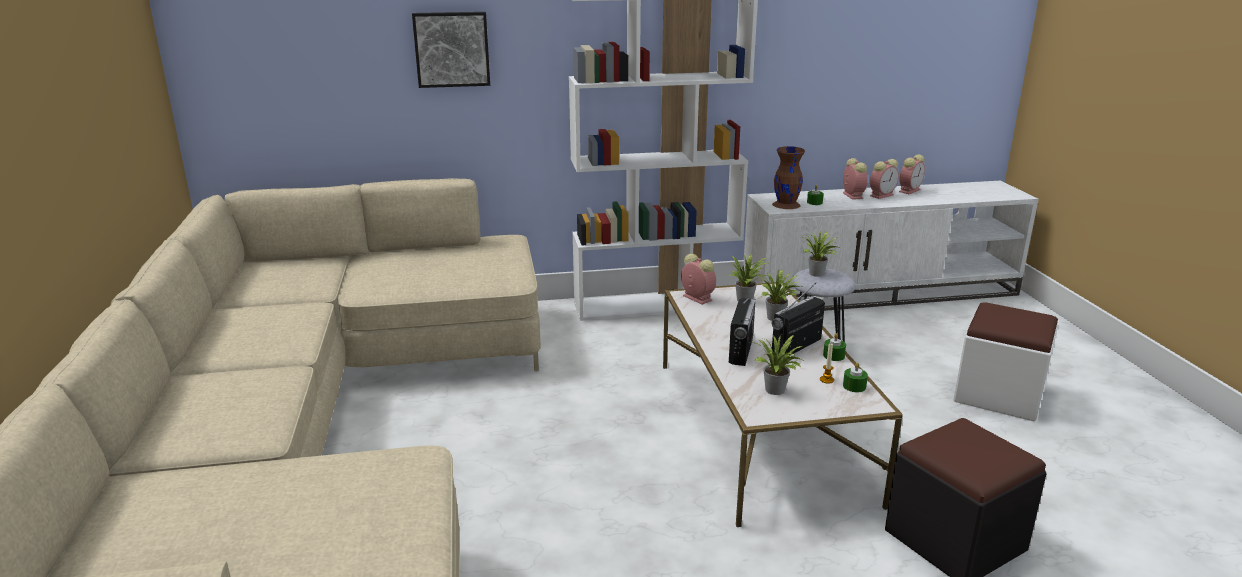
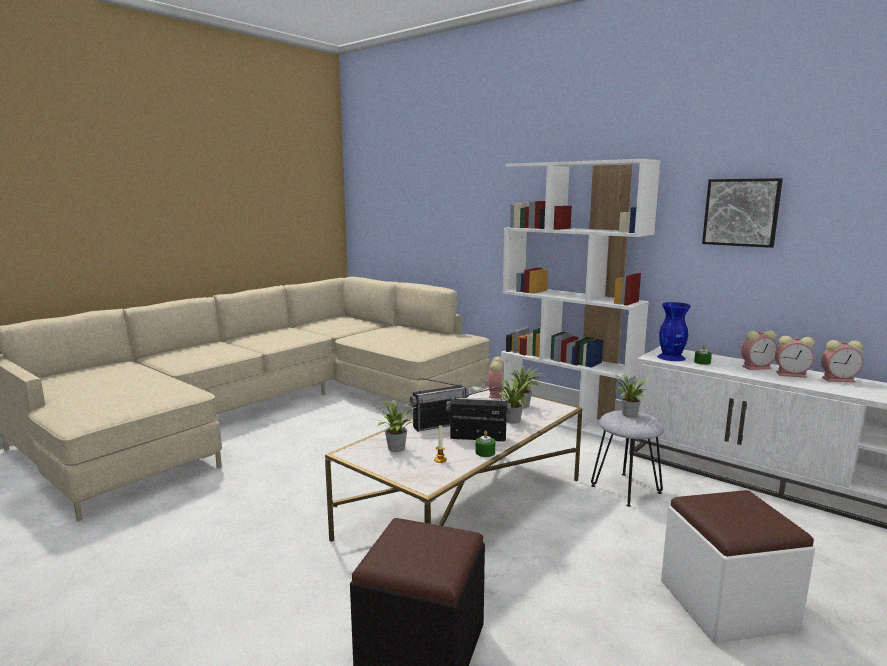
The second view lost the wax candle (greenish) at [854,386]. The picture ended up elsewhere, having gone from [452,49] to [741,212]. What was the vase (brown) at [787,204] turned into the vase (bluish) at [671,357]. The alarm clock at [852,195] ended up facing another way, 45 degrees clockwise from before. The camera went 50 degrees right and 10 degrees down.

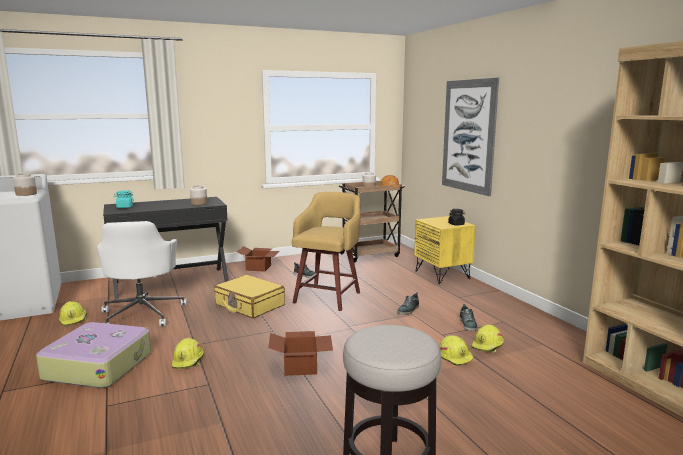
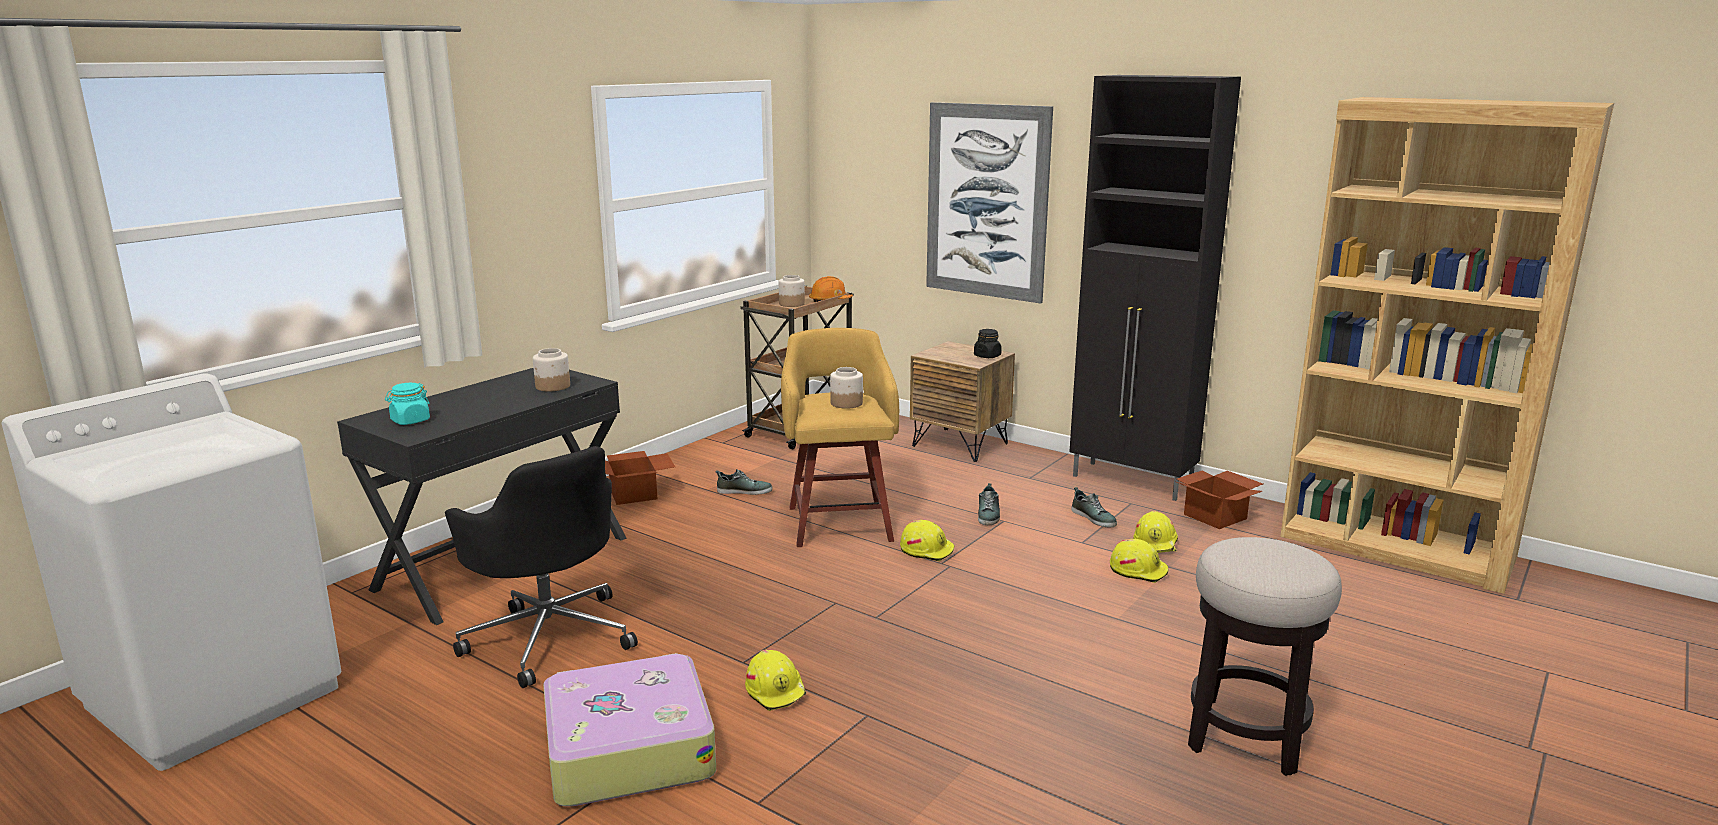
The second view lost the suitcase (yellow-coloured) at [249,305]. The second view gained the cupboard (black) at [1133,481]. The preserve jar ended up elsewhere, having gone from [26,194] to [846,403]. The hard hat (yellow-coloured) ended up elsewhere, having gone from [74,319] to [927,550]. The carton ended up elsewhere, having gone from [302,367] to [1217,516]. What was the office chair (whitish) at [143,313] turned into the office chair (black) at [549,636]. What was the nightstand (yellow-coloured) at [442,275] turned into the nightstand (brown) at [960,445]. The camera went 30 degrees left and 5 degrees up.

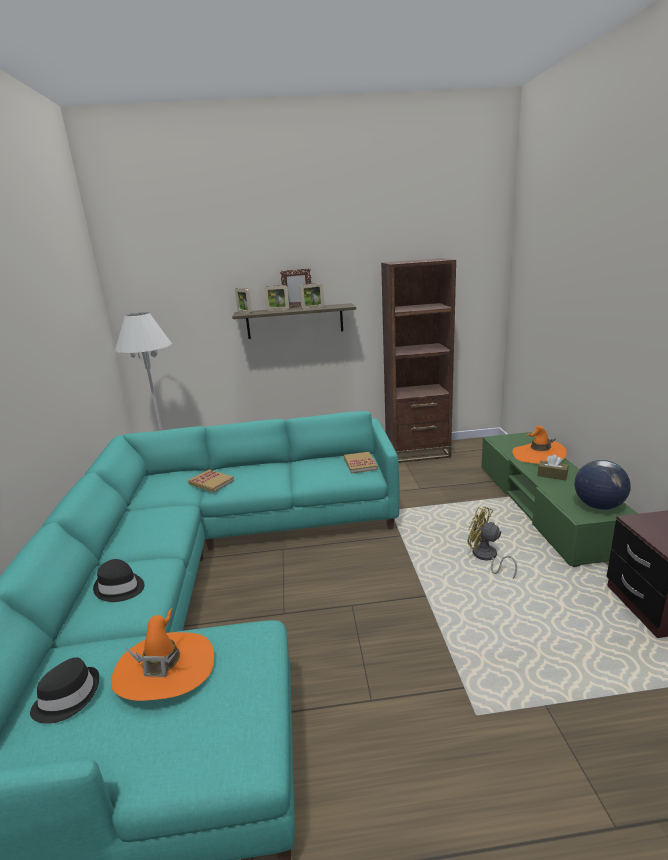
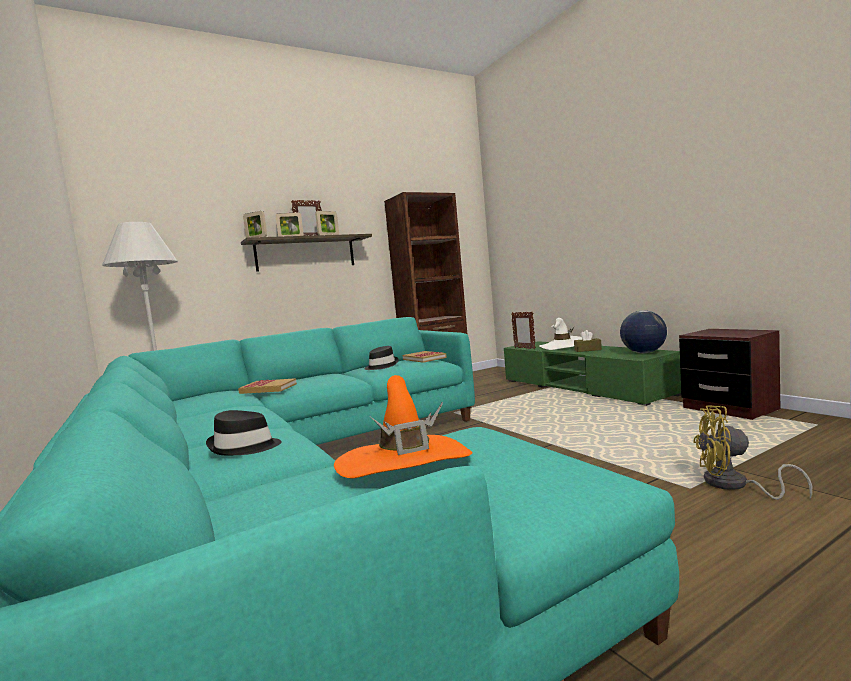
The second view gained the picture frame at [524,348]. The wearable hat (black) ended up elsewhere, having gone from [68,697] to [381,366]. The electric fan (yellow-coloured) ended up elsewhere, having gone from [486,557] to [734,485]. What was the wearable hat (orange-coloured) at [538,455] turned into the wearable hat (whitish) at [562,346]. The camera went 25 degrees left and 15 degrees down.

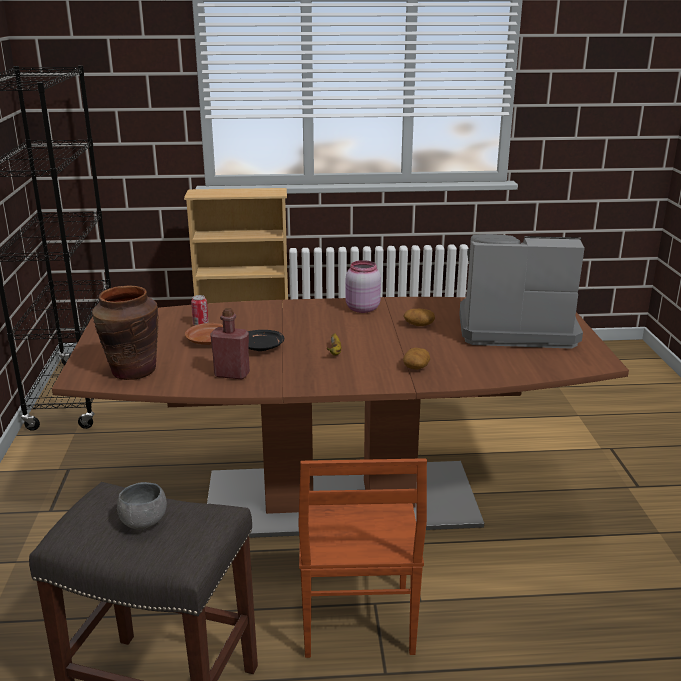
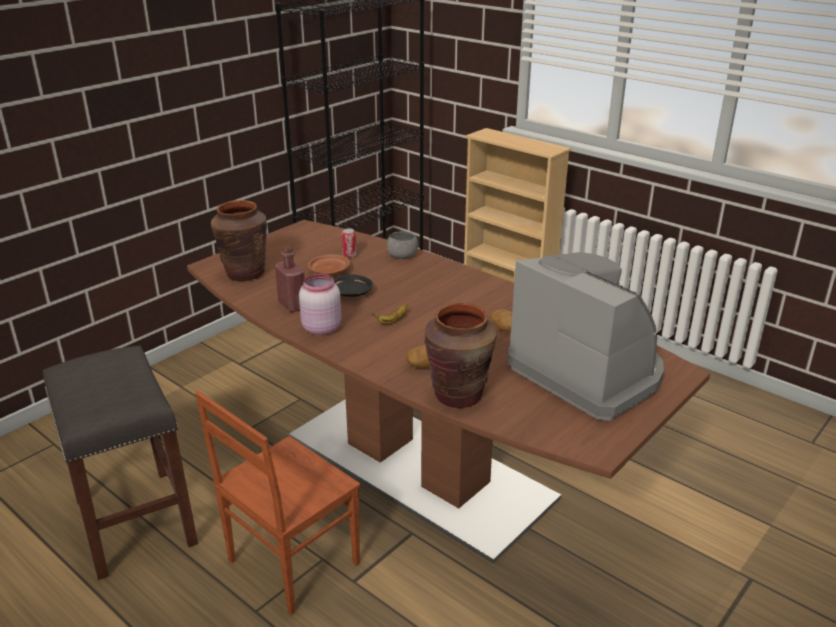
The second view gained the vase (brown) at [458,395]. The serving bowl (greyish) ended up elsewhere, having gone from [144,522] to [402,256]. The preserve jar (pinkish) ended up elsewhere, having gone from [361,309] to [320,328]. The camera went 45 degrees right and 5 degrees up.

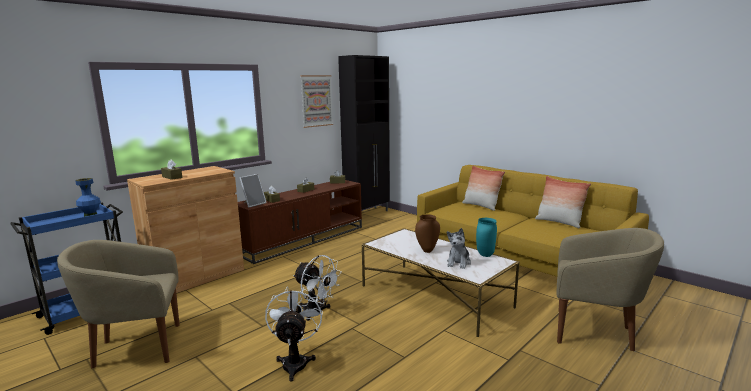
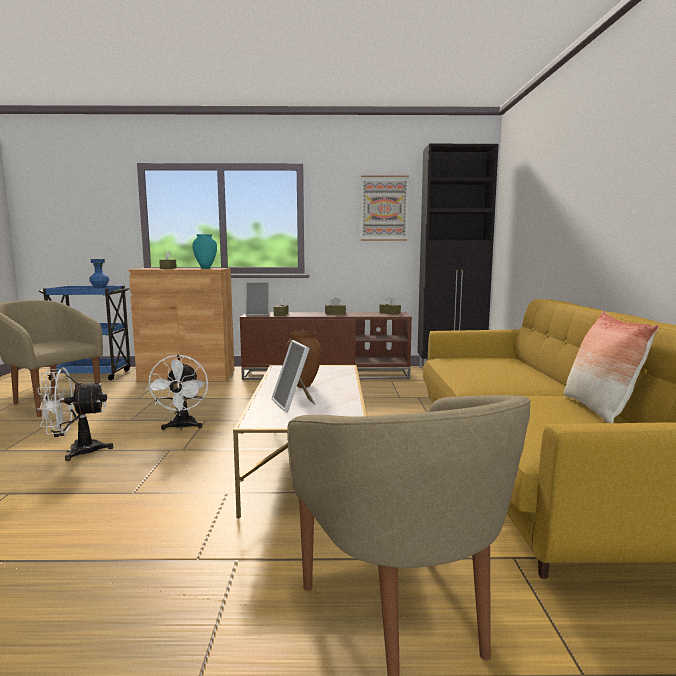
The second view lost the throw pillow at [481,206]. The vase (blue-green) ended up elsewhere, having gone from [484,255] to [206,268]. Where the soft toy stood at [458,262], the picture frame came to stand at [293,404]. The electric fan (whitish) at [295,361] ended up facing another way, 150 degrees counterclockwise from before. The camera went 45 degrees right and 5 degrees down.

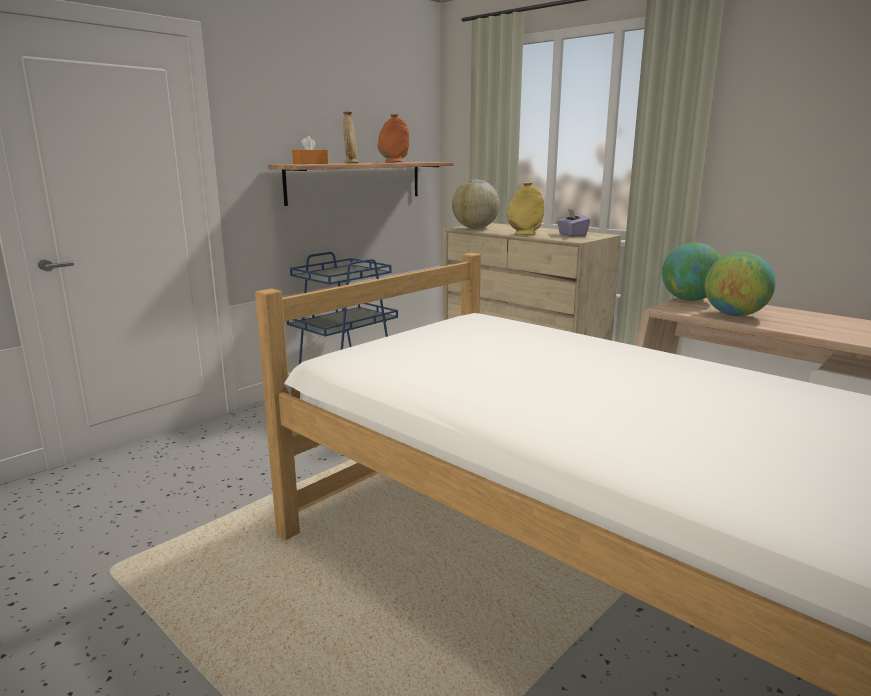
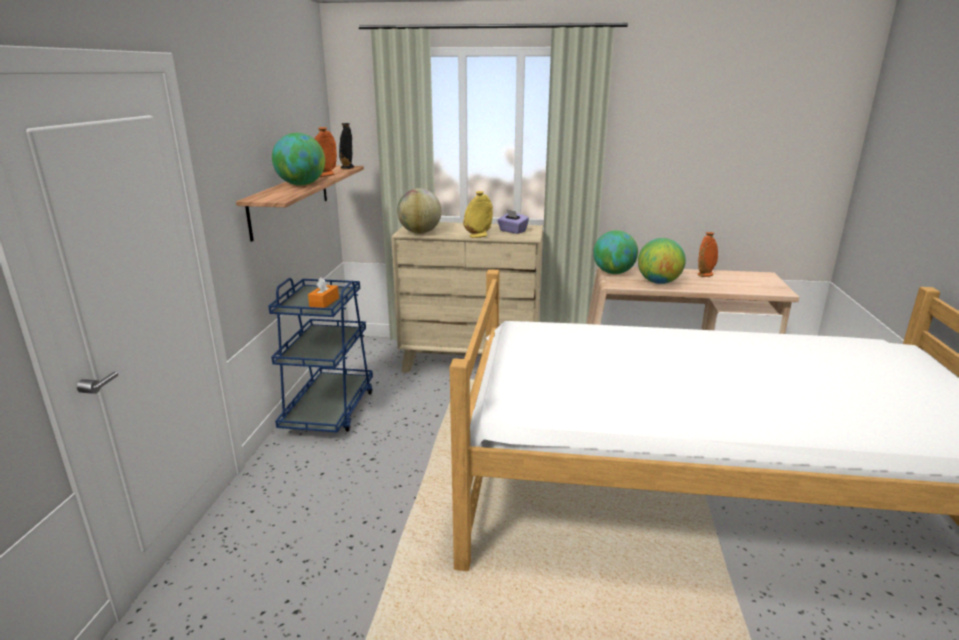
The second view gained the vase (black) at [347,168]. The second view gained the vase (orange-coloured) at [705,275]. The box of tissues (orange-coloured) ended up elsewhere, having gone from [310,163] to [324,302]. Where the vase (beige-coloured) stood at [351,163], the globe came to stand at [301,185]. The camera went 35 degrees left and 5 degrees up.

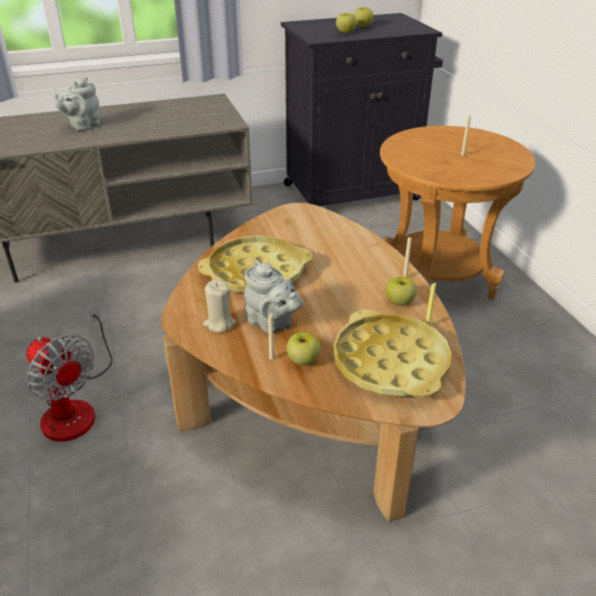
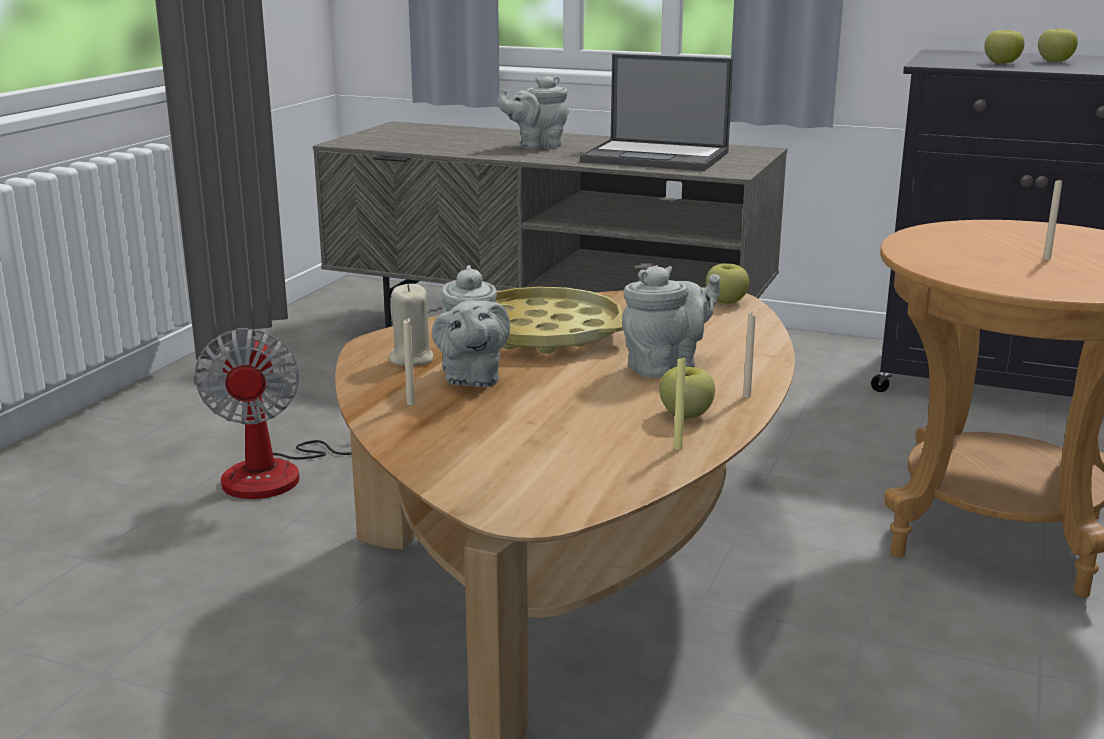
The second view lost the serving tray (yellow-coloured) at [390,362]. The second view gained the portable computer at [657,157]. The second view gained the pot for tea (greyish) at [666,366]. The apple ended up elsewhere, having gone from [303,360] to [726,301]. The camera went 40 degrees right and 15 degrees down.

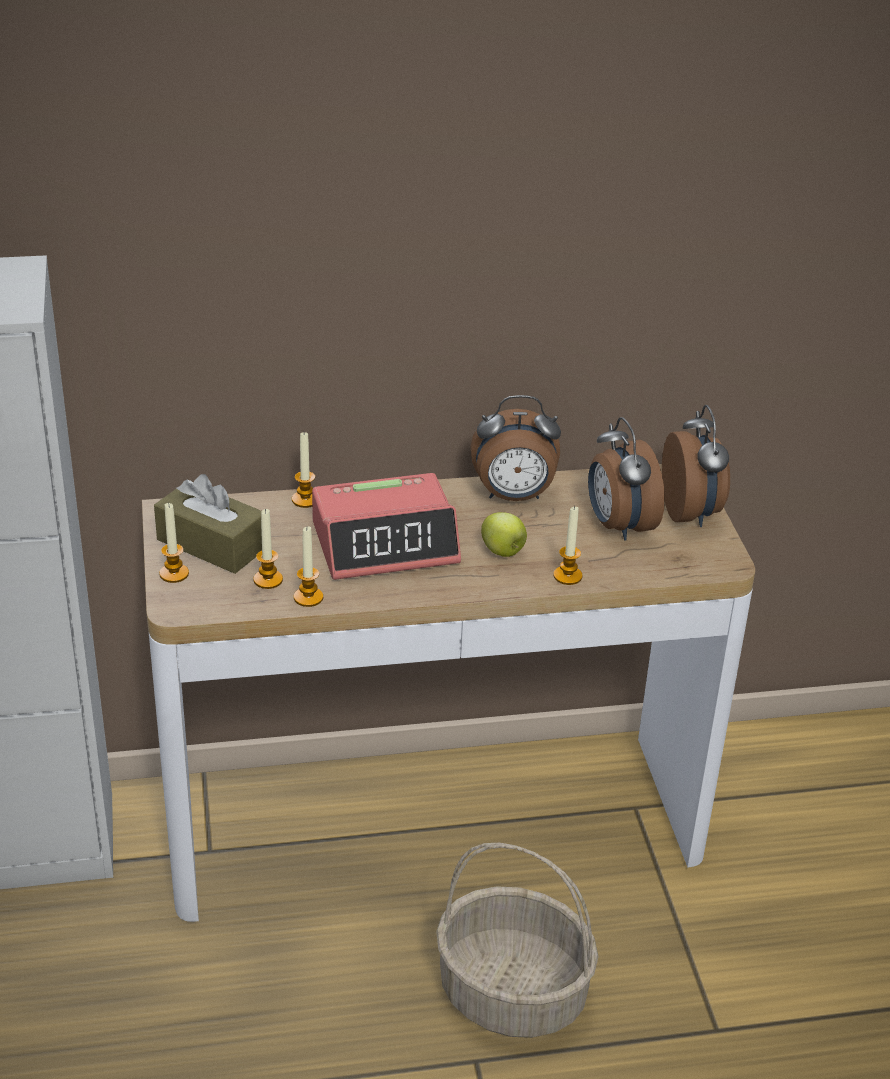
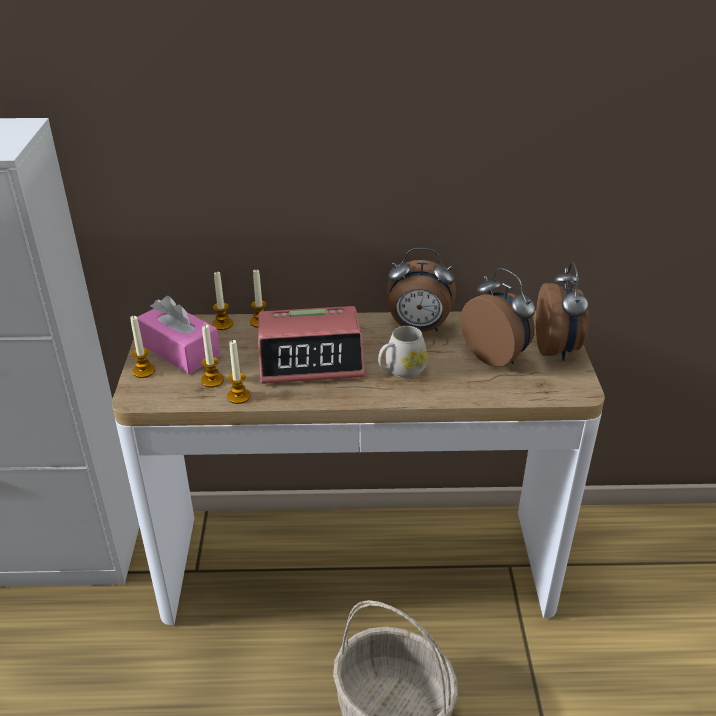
The wax candle ended up elsewhere, having gone from [567,576] to [223,324]. Where the apple stood at [503,552], the tea mug (whitish) came to stand at [401,370]. What was the box of tissues (brown) at [212,544] turned into the box of tissues (pinkish) at [180,350]. The alarm clock at [618,526] ended up facing another way, 150 degrees clockwise from before. The camera went 10 degrees right and 0 degrees up.

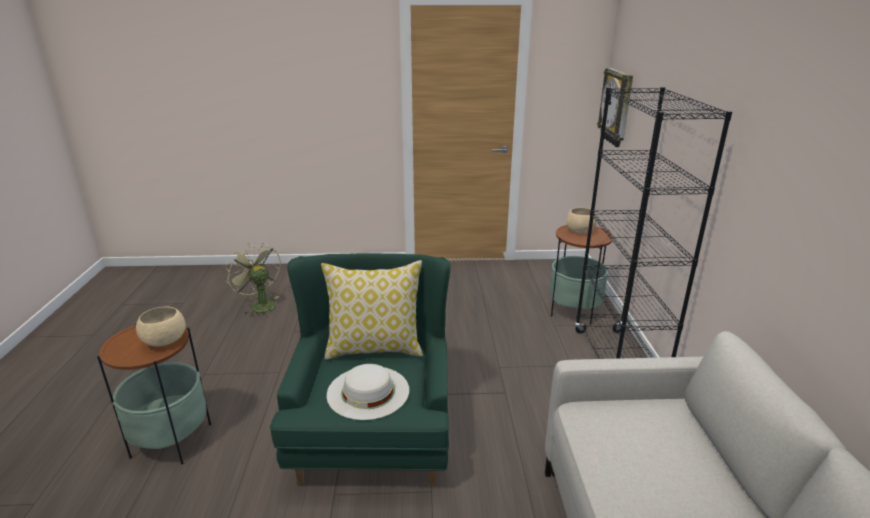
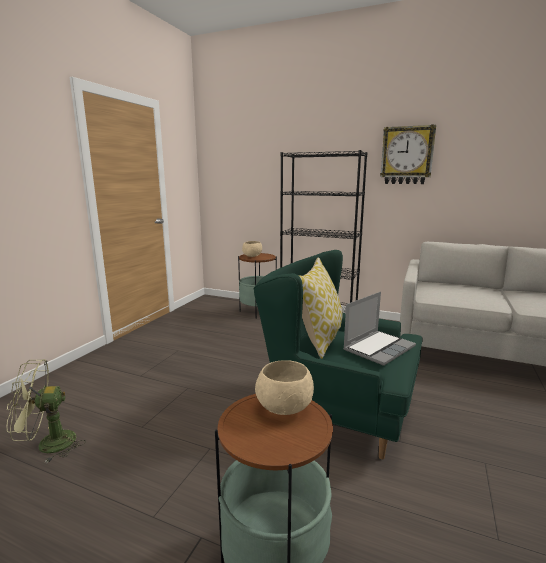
The wall clock ended up elsewhere, having gone from [617,107] to [407,155]. Where the wearable hat (whitish) stood at [368,392], the portable computer came to stand at [378,348]. The camera went 65 degrees left and 10 degrees down.

